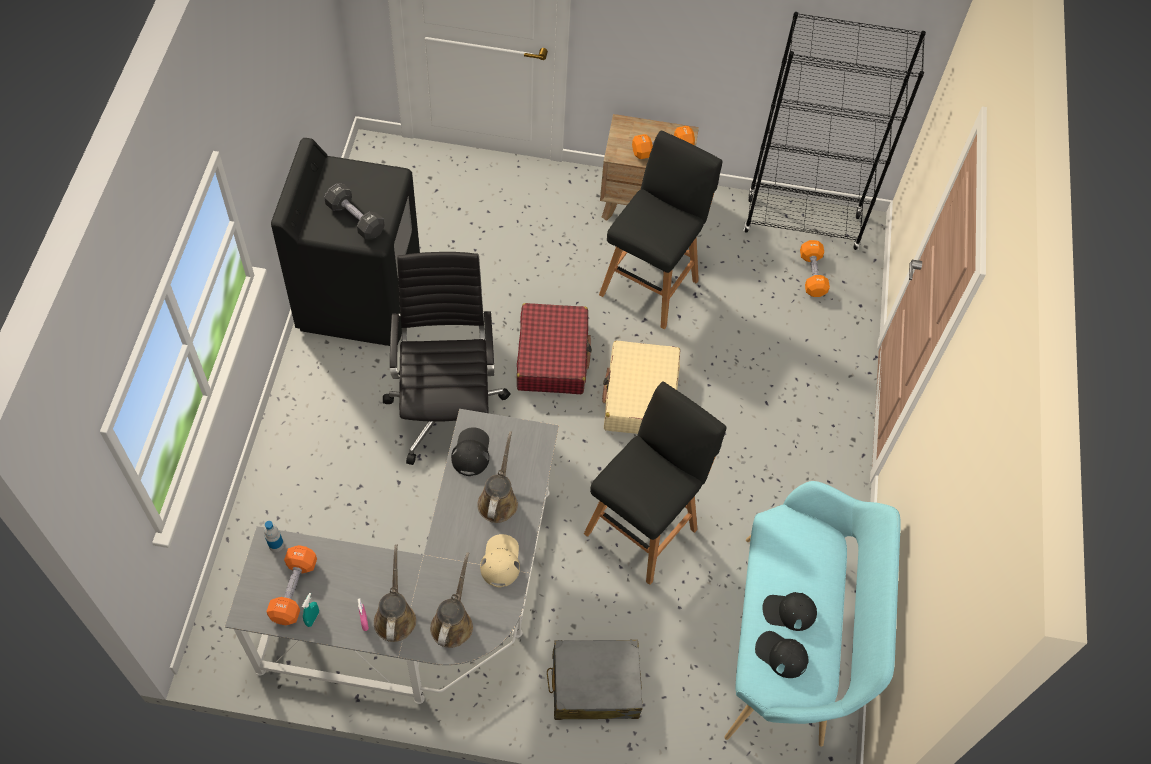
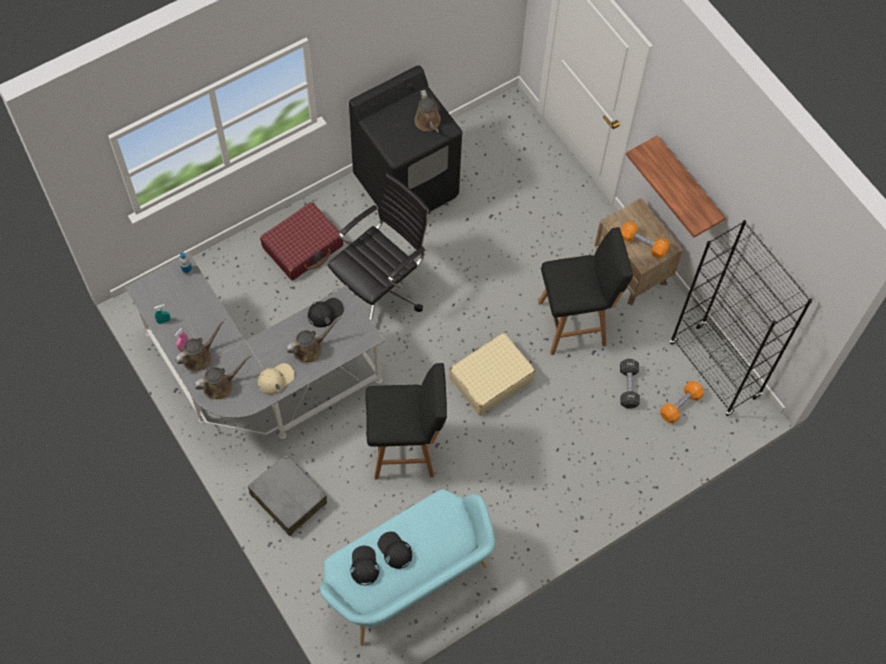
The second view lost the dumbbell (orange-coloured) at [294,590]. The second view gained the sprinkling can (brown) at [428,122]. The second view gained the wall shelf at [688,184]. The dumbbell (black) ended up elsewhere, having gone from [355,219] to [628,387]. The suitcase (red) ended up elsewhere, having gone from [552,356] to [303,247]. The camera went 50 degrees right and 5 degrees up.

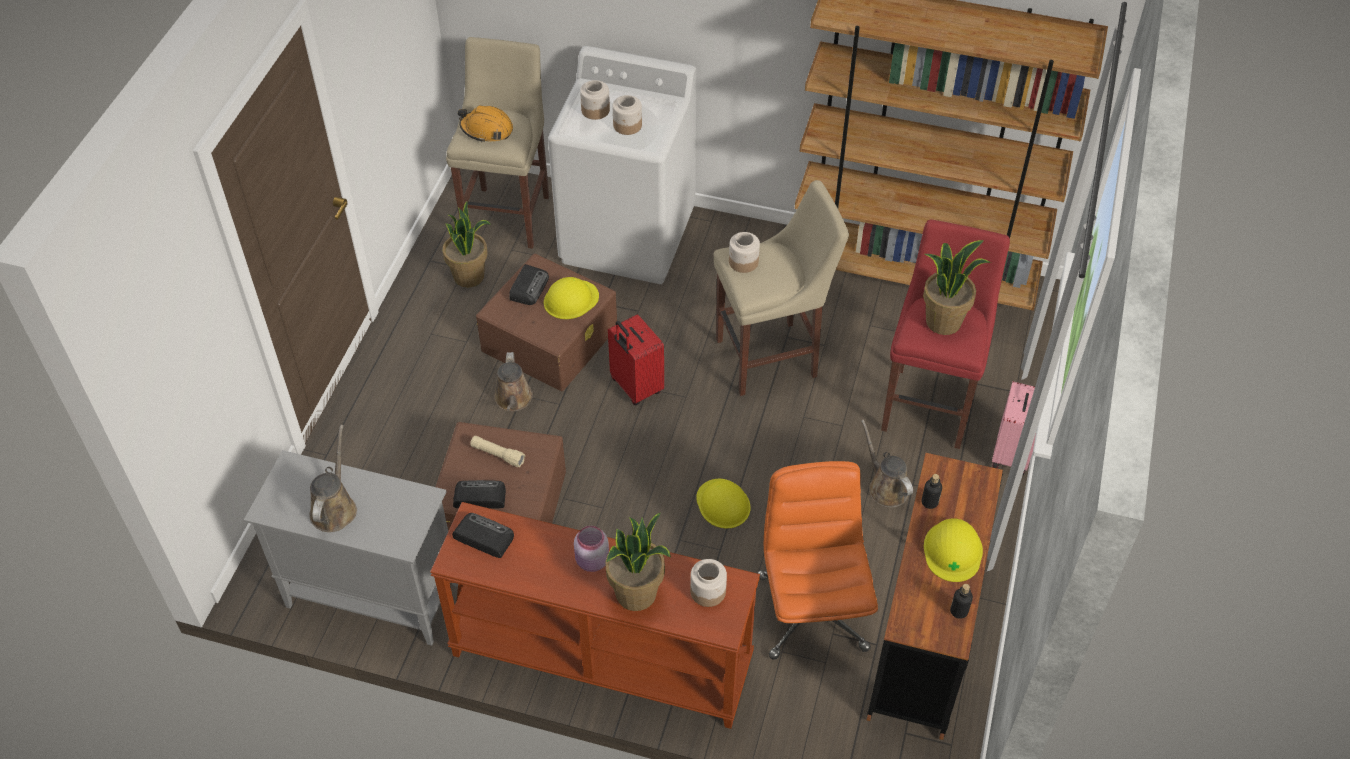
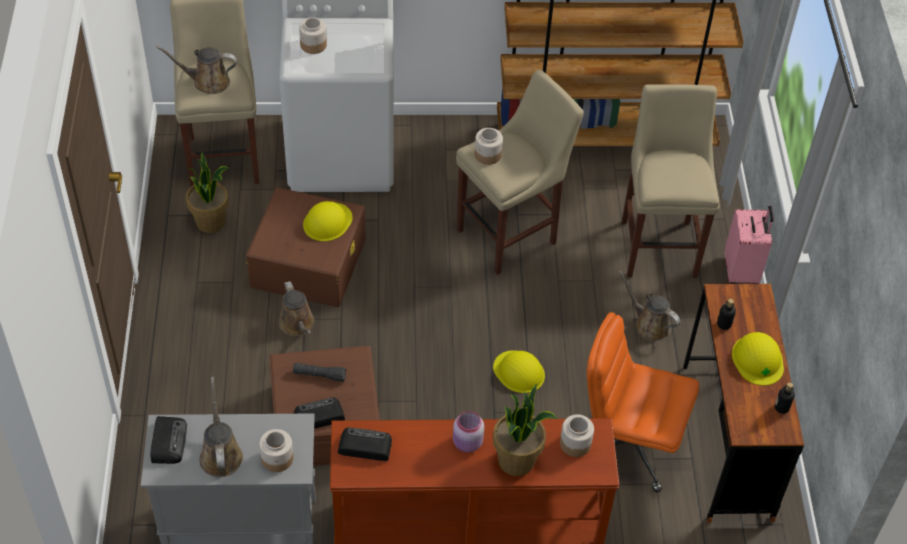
The second view lost the suitcase (red) at [635,387]. The second view lost the potted plant at [943,321]. The radio ended up elsewhere, having gone from [529,287] to [168,441]. The preserve jar ended up elsewhere, having gone from [627,125] to [277,459]. Where the hard hat (orange-coloured) stood at [487,129], the sprinkling can (brown) came to stand at [207,82]. What was the hand torch (beige-coloured) at [497,455] turned into the hand torch (black) at [319,375]. What was the stool (red) at [930,403] turned into the stool (beige-coloured) at [658,244]. The office chair (orange-coloured) at [811,611] ended up facing another way, 45 degrees counterclockwise from before. The camera went 20 degrees left and 0 degrees up.

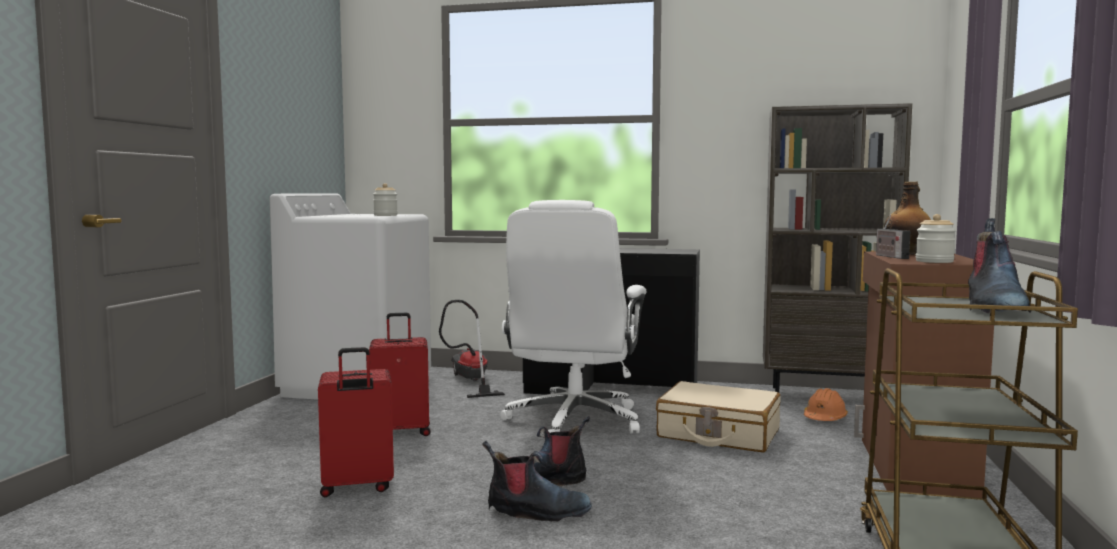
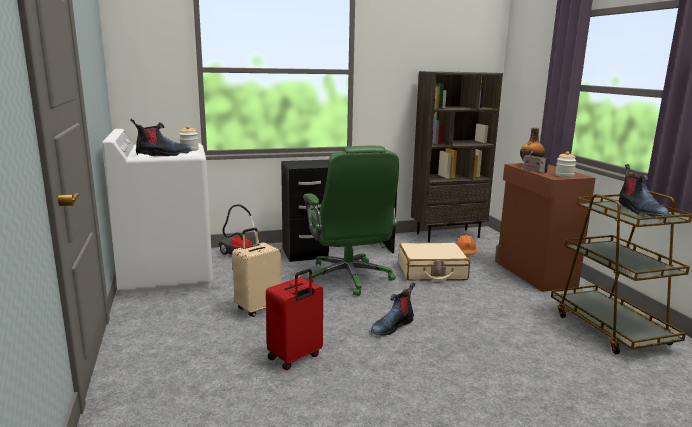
The high-top boot ended up elsewhere, having gone from [537,512] to [163,154]. What was the suitcase (red) at [401,432] turned into the suitcase (beige-coloured) at [258,308]. What was the office chair (whitish) at [573,421] turned into the office chair (greenish) at [349,278]. The camera went 30 degrees left and 10 degrees up.

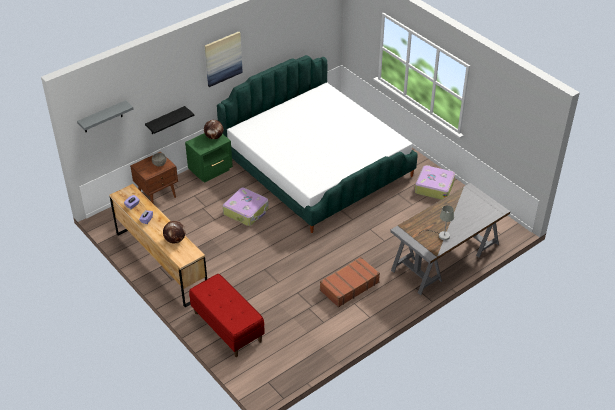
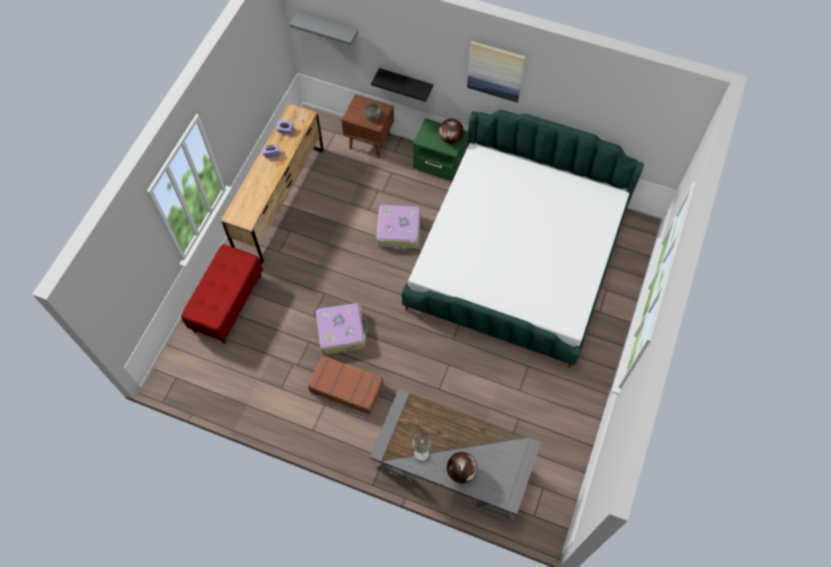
The globe ended up elsewhere, having gone from [175,240] to [461,471]. The suitcase ended up elsewhere, having gone from [434,187] to [342,331]. The camera went 60 degrees right and 20 degrees up.

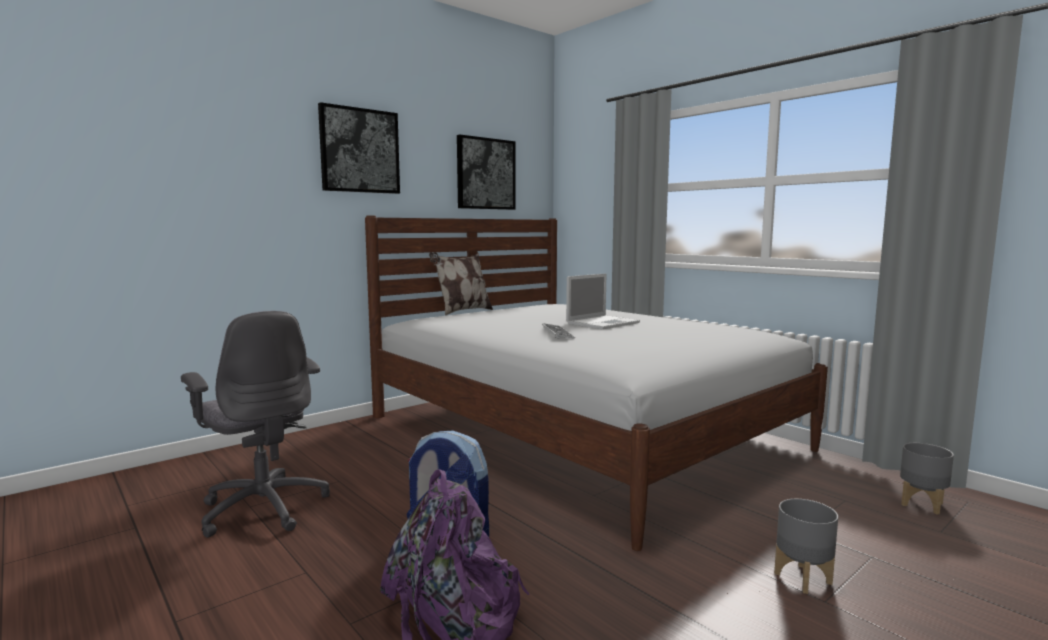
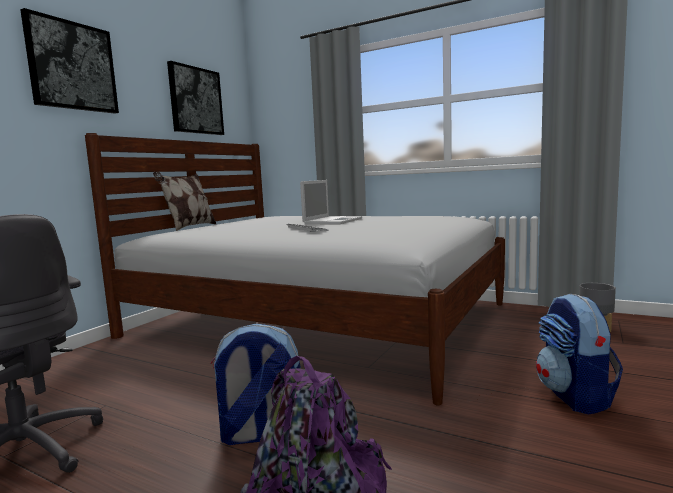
Where the plant pot (greyish) stood at [803,579], the knapsack came to stand at [575,396]. The camera went 20 degrees left and 0 degrees up.

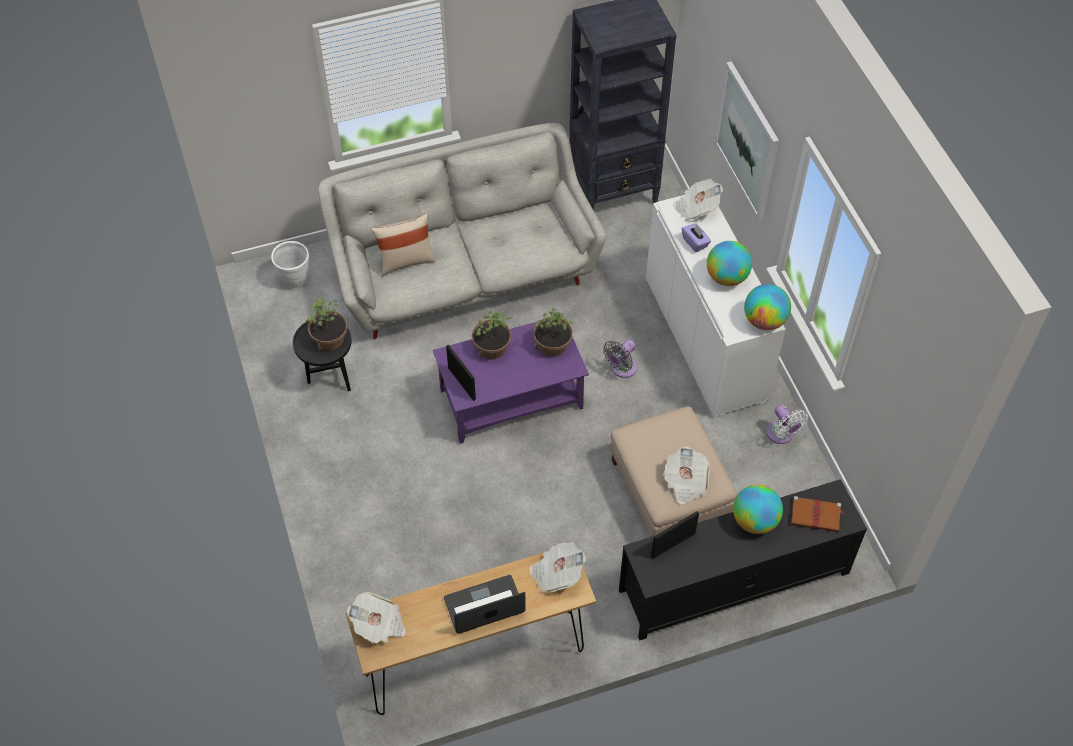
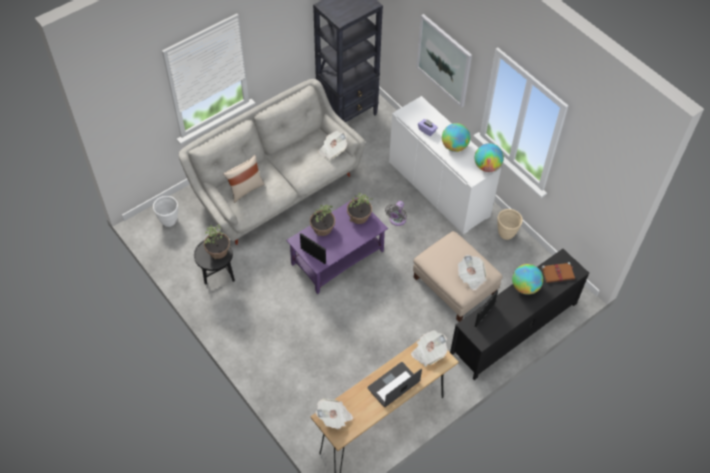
The printed paper ended up elsewhere, having gone from [696,208] to [332,150]. Where the electric fan (whitish) stood at [781,435], the plant pot (beige-coloured) came to stand at [506,233]. The camera went 20 degrees left and 0 degrees up.

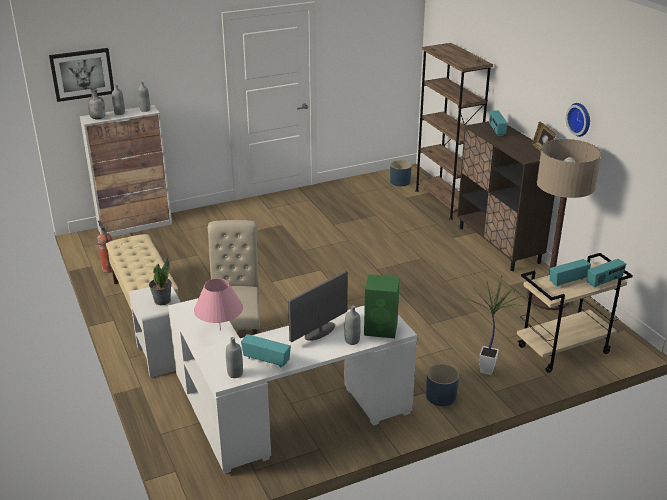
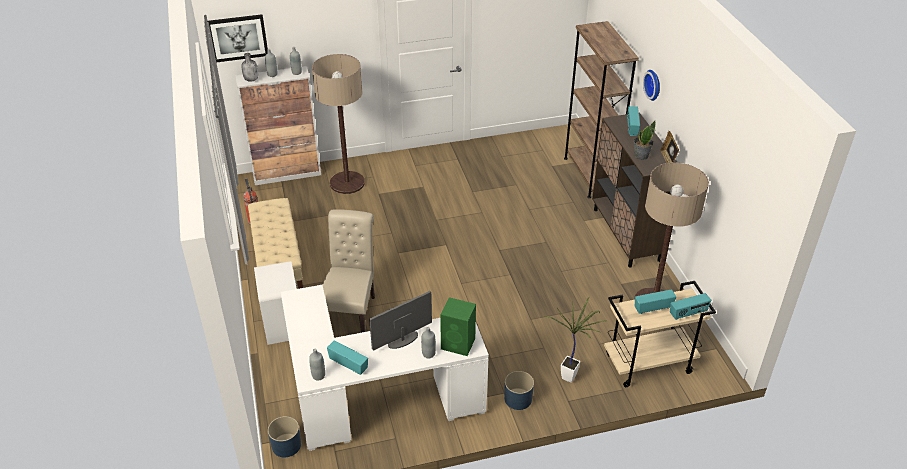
The second view lost the tabletop lamp (pinkish) at [220,330]. The second view gained the standard lamp at [347,183]. The potted plant ended up elsewhere, having gone from [162,300] to [641,156]. The plant pot (bluish) ended up elsewhere, having gone from [400,182] to [286,445]. The wall clock ended up elsewhere, having gone from [580,119] to [654,84]. The camera went 10 degrees right and 10 degrees up.

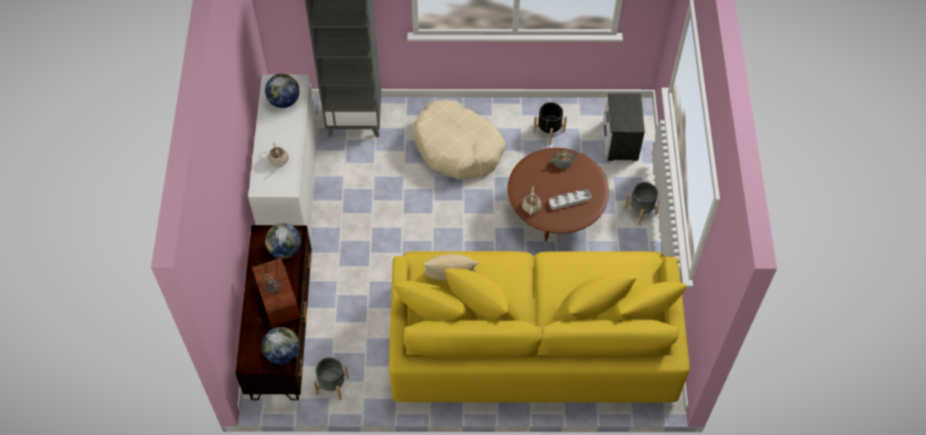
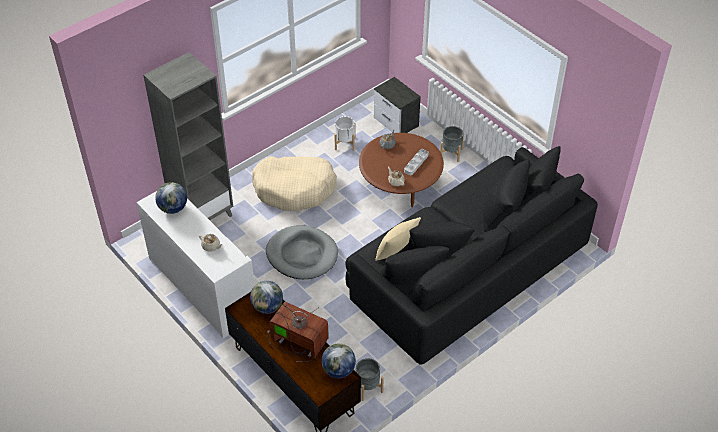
The second view gained the dog cushion (greyish) at [302,254]. What was the couch (yellow-coloured) at [533,340] turned into the couch (black) at [466,268]. What was the plant pot (black) at [548,131] turned into the plant pot (whitish) at [345,143]. The camera went 40 degrees left and 10 degrees down.

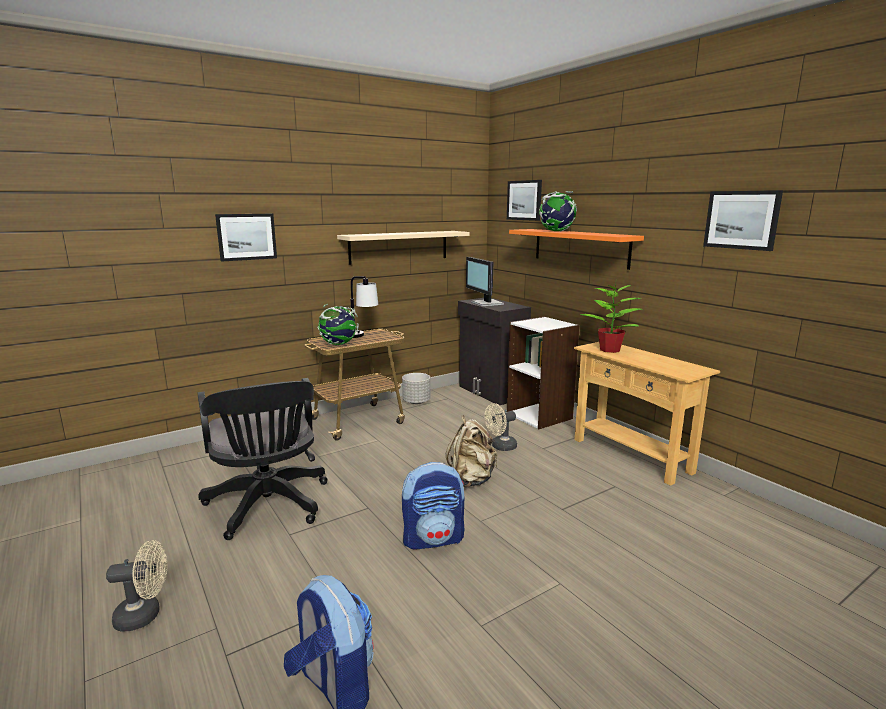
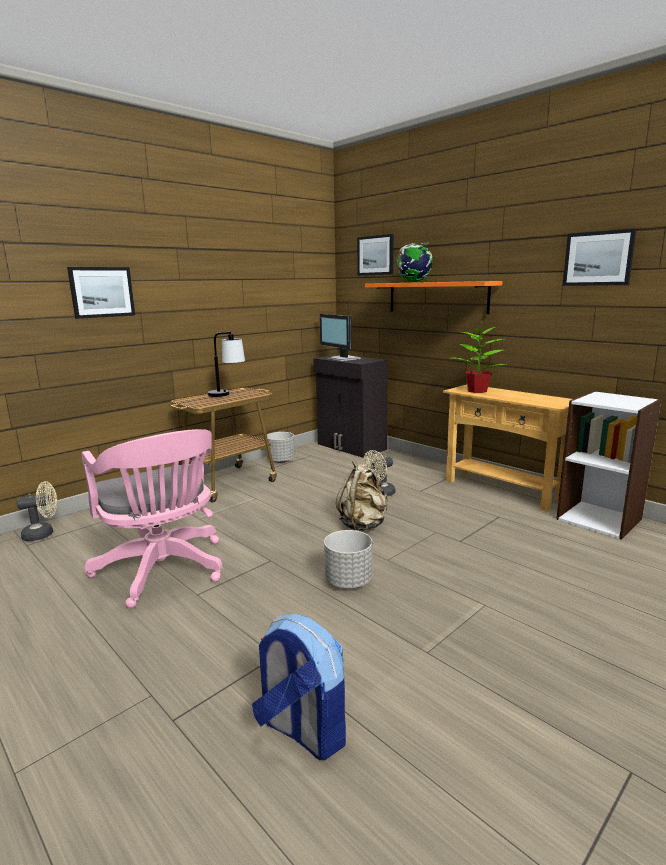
The second view lost the globe at [339,344]. The second view lost the wall shelf (beige-coloured) at [399,247]. The electric fan (beige-coloured) ended up elsewhere, having gone from [145,615] to [43,534]. The bookcase (whitish) ended up elsewhere, having gone from [540,416] to [599,519]. Where the knapsack stood at [433,539], the plant pot (greyish) came to stand at [348,581]. What was the office chair (black) at [269,507] turned into the office chair (pinkish) at [164,571]. The camera went 10 degrees left and 0 degrees up.

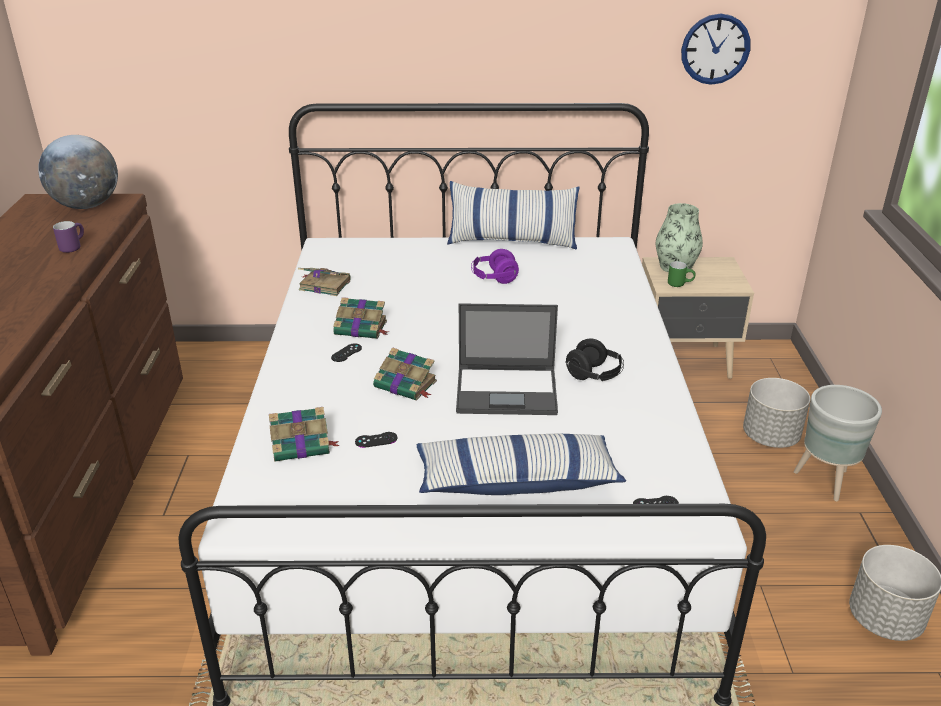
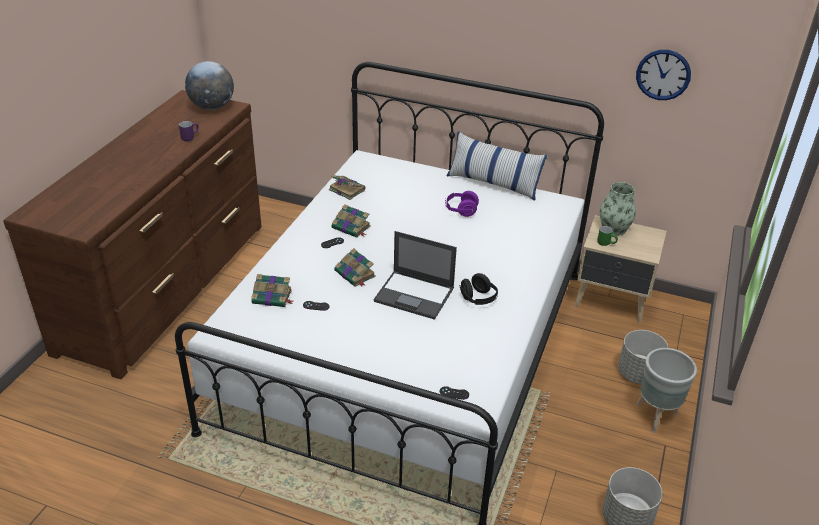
The second view lost the throw pillow at [516,481]. The camera went 20 degrees right and 5 degrees up.

